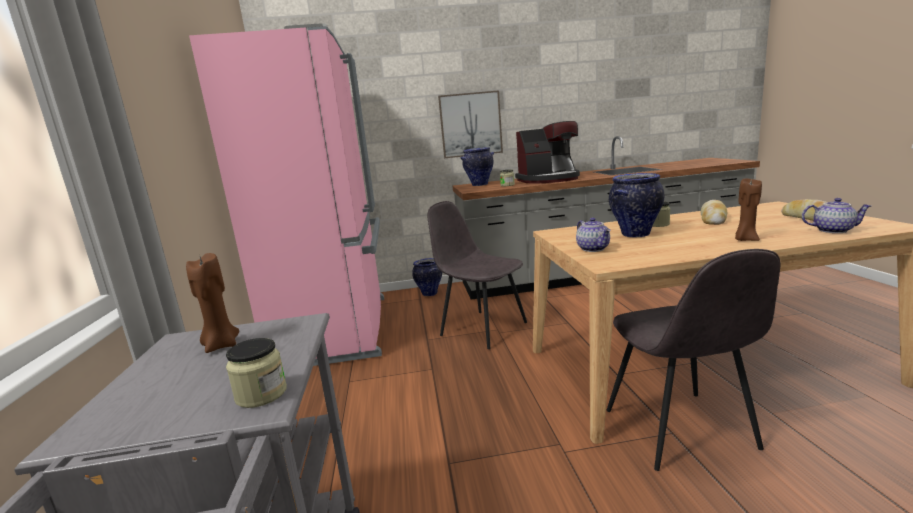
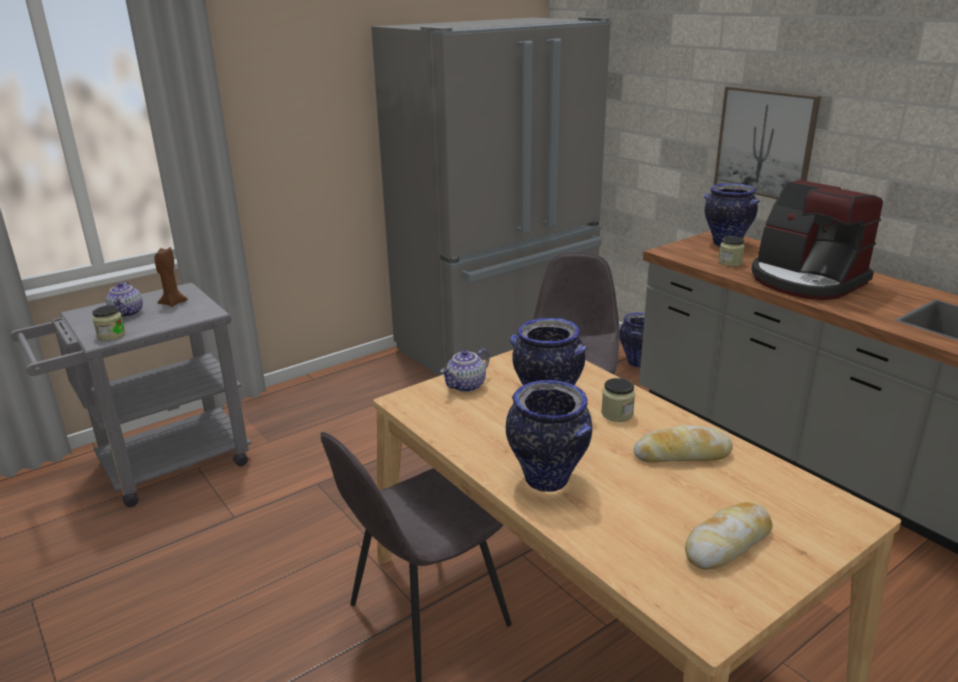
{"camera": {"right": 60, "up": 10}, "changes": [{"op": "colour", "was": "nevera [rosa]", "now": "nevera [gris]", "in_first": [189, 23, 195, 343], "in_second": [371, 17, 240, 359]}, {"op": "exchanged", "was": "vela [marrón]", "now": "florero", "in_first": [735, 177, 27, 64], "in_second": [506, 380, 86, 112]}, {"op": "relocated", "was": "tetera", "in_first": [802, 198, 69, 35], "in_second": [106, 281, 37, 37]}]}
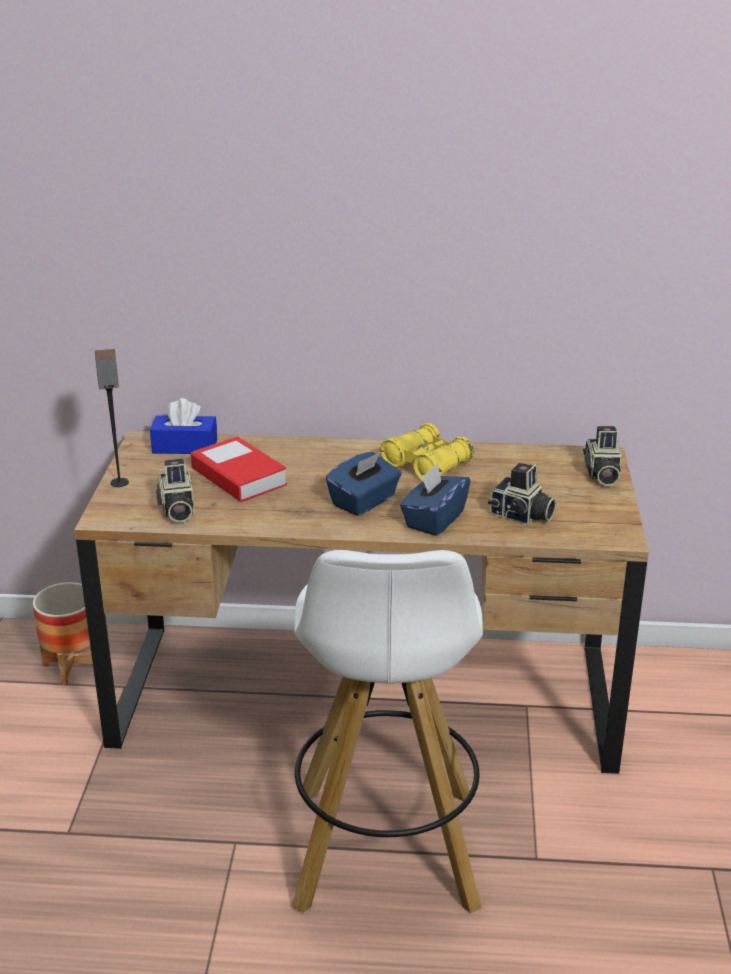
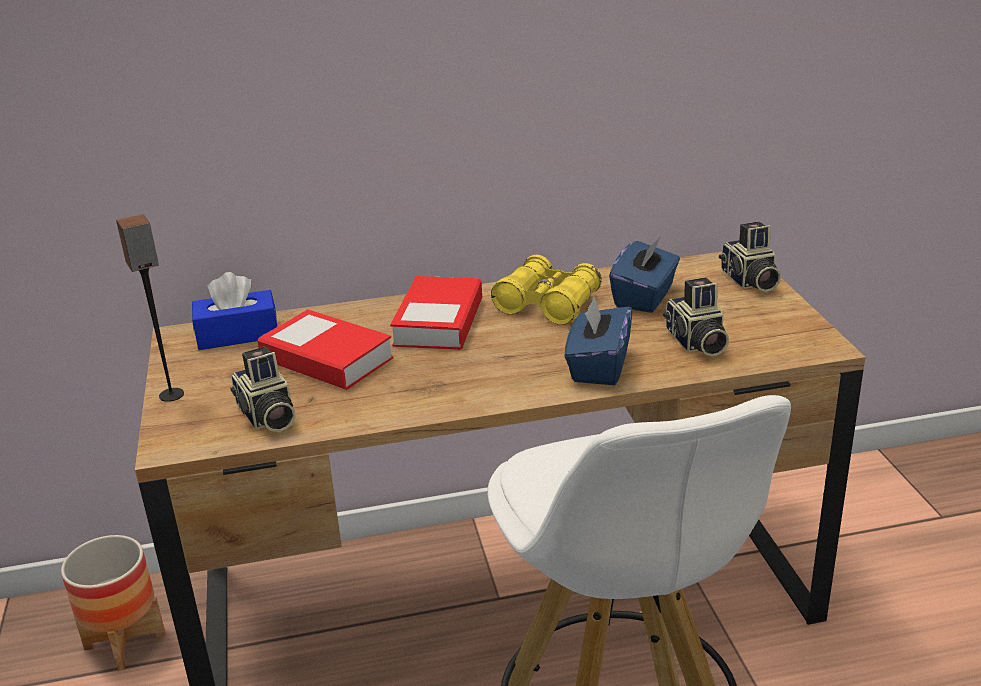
{"camera": {"right": -15, "up": 0}, "changes": [{"op": "relocated", "was": "caja de pañuelos [azul]", "in_first": [326, 452, 75, 64], "in_second": [609, 236, 71, 77]}, {"op": "spun", "was": "cámara", "in_first": [488, 463, 68, 61], "in_second": [663, 278, 66, 79], "clockwise": 60}, {"op": "appeared", "now": "libro", "in_second": [390, 276, 92, 74]}]}
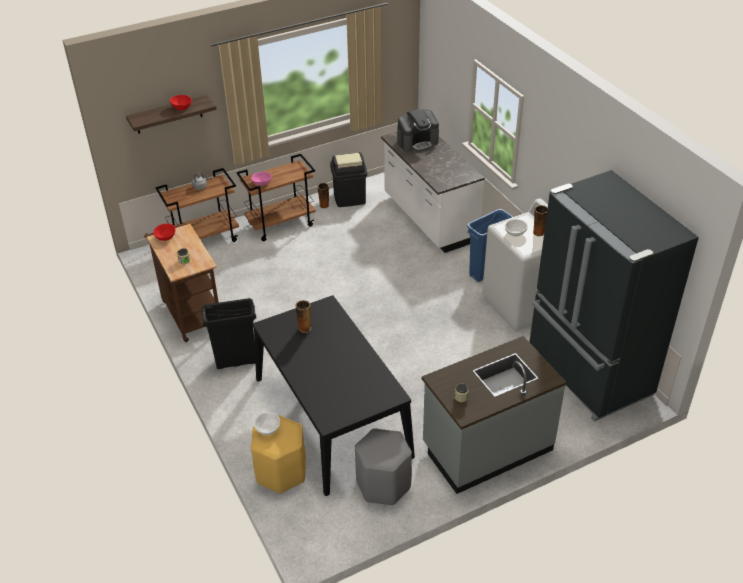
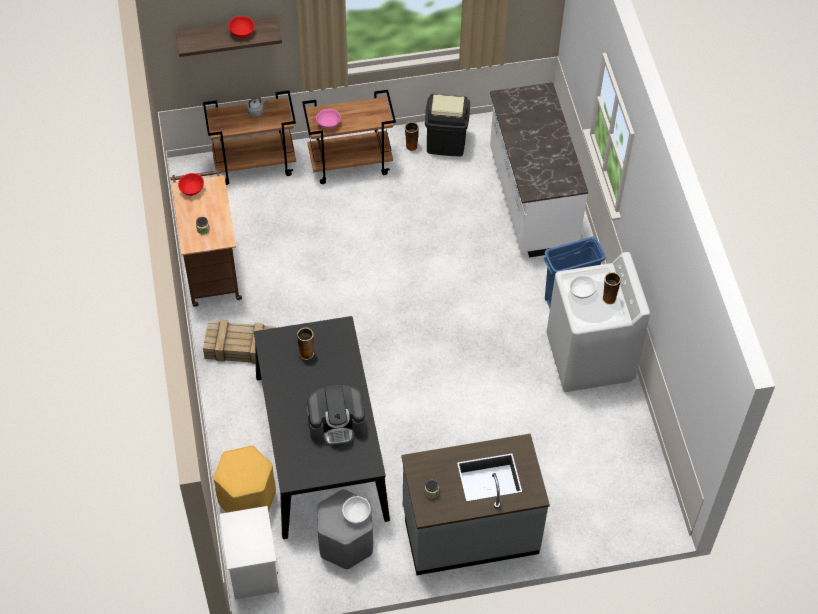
{"camera": {"right": 15, "up": 15}, "changes": [{"op": "exchanged", "was": "papelera [negro]", "now": "caja de embalaje", "in_first": [202, 298, 55, 71], "in_second": [203, 320, 73, 44]}, {"op": "relocated", "was": "cuenco [blanco]", "in_first": [254, 412, 26, 23], "in_second": [342, 496, 28, 27]}, {"op": "relocated", "was": "cafetera", "in_first": [397, 109, 42, 43], "in_second": [307, 385, 59, 61]}, {"op": "missing", "was": "nevera [negro]", "in_first": [530, 170, 169, 252]}, {"op": "appeared", "now": "mesita de noche [blanco]", "in_second": [220, 506, 59, 93]}]}
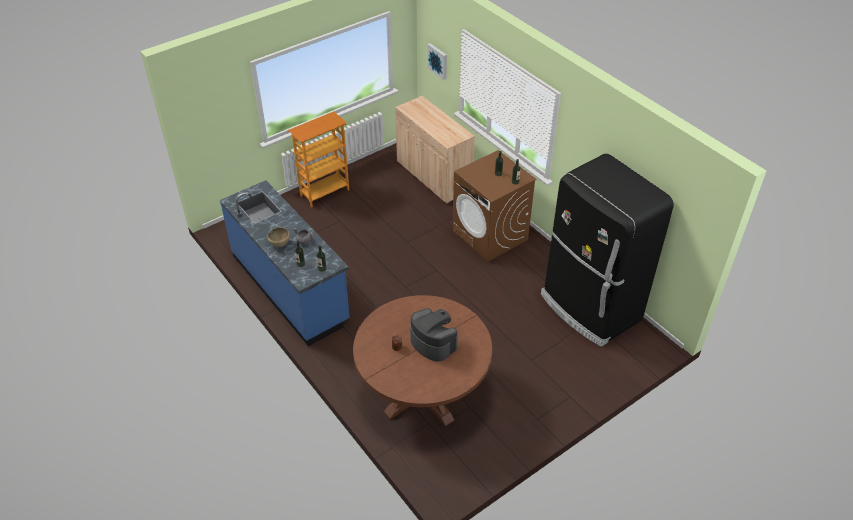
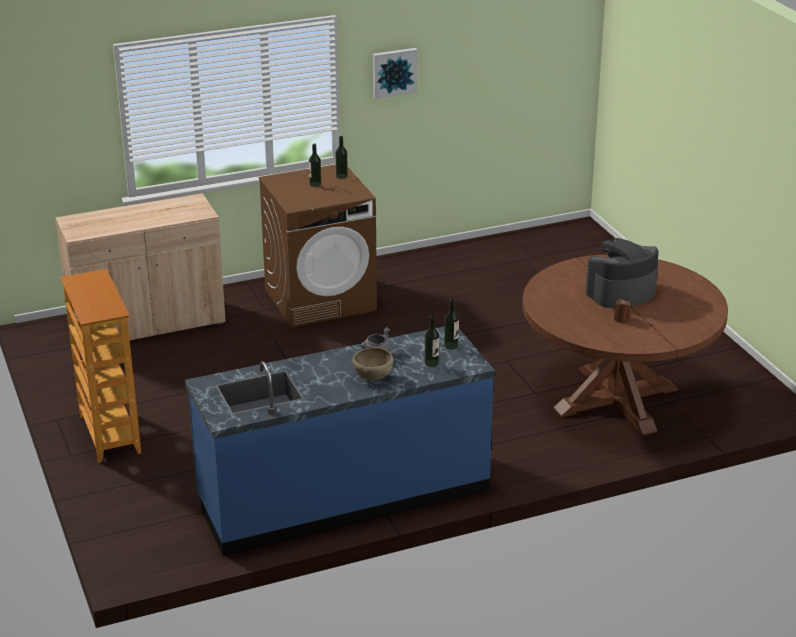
{"camera": {"right": -75, "up": -15}, "changes": [{"op": "relocated", "was": "cuadro", "in_first": [427, 43, 20, 37], "in_second": [373, 48, 44, 51]}, {"op": "missing", "was": "nevera [negro]", "in_first": [541, 154, 133, 193]}]}
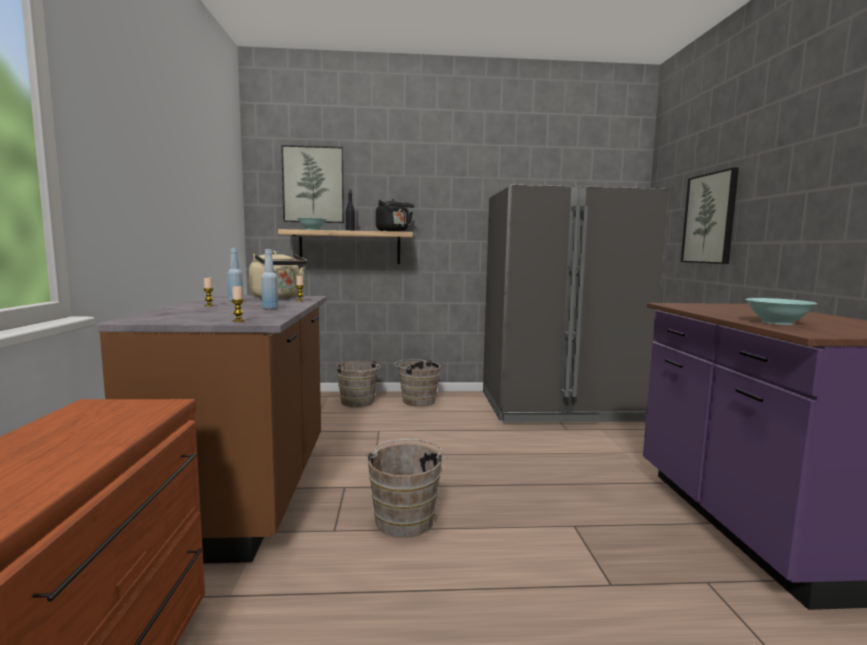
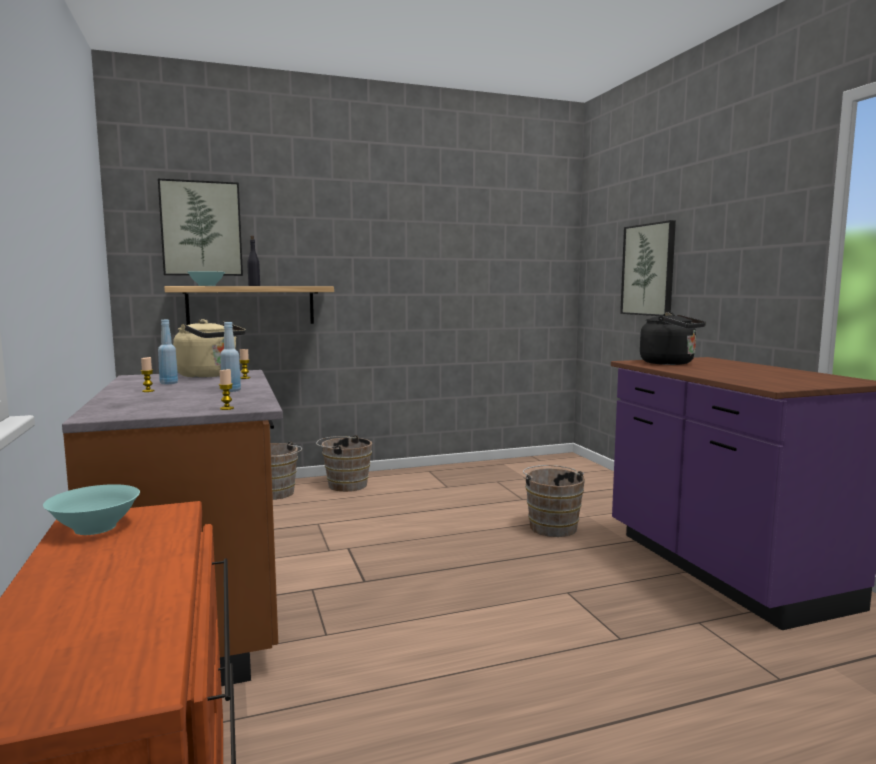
{"camera": {"right": -15, "up": 0}, "changes": [{"op": "relocated", "was": "cubo [marrón]", "in_first": [366, 439, 81, 99], "in_second": [523, 465, 62, 72]}, {"op": "relocated", "was": "hervidor [negro]", "in_first": [376, 199, 38, 33], "in_second": [640, 312, 66, 53]}, {"op": "missing", "was": "nevera [gris]", "in_first": [483, 185, 187, 237]}, {"op": "relocated", "was": "cuenco [turquesa]", "in_first": [746, 298, 71, 27], "in_second": [43, 484, 97, 51]}]}
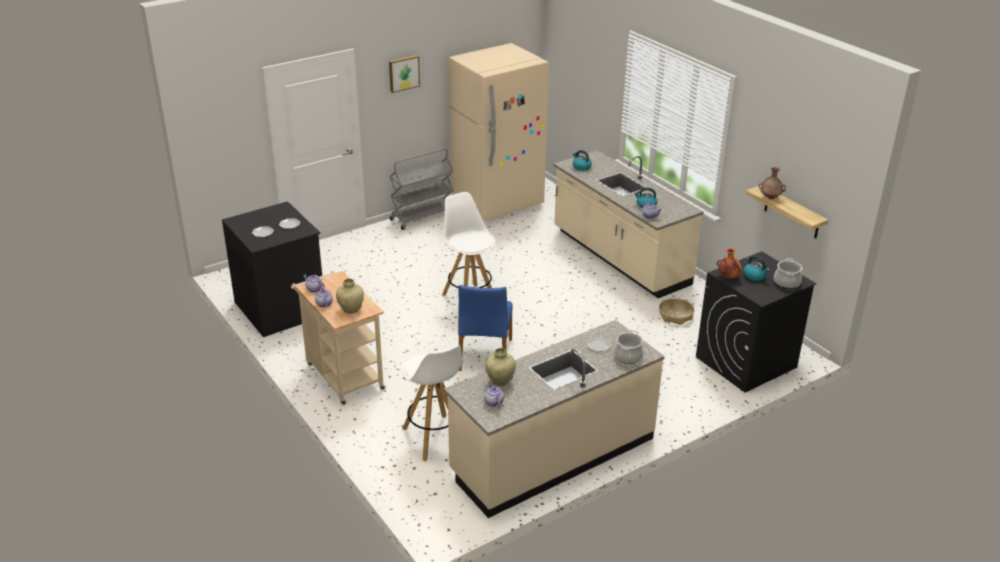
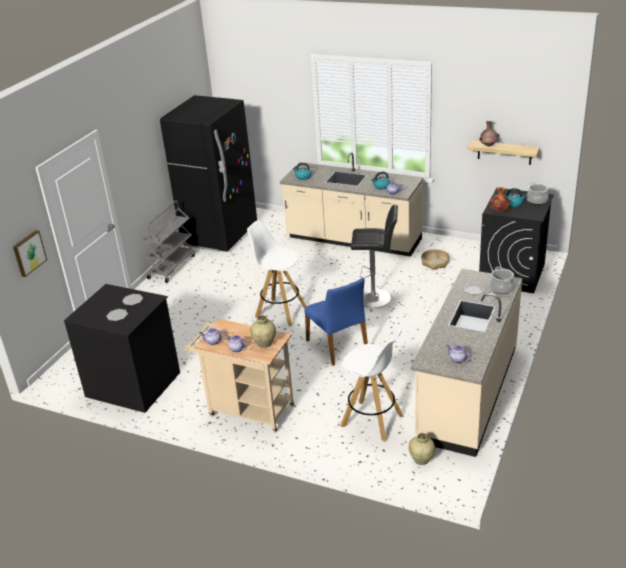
{"camera": {"right": -30, "up": 0}, "changes": [{"op": "relocated", "was": "cuadro", "in_first": [389, 55, 31, 38], "in_second": [13, 230, 34, 47]}, {"op": "colour", "was": "nevera [beis]", "now": "nevera [negro]", "in_first": [449, 43, 100, 178], "in_second": [160, 95, 97, 157]}, {"op": "relocated", "was": "florero [beis]", "in_first": [485, 348, 31, 38], "in_second": [409, 433, 26, 32]}, {"op": "appeared", "now": "taburete [negro]", "in_second": [351, 204, 47, 104]}]}
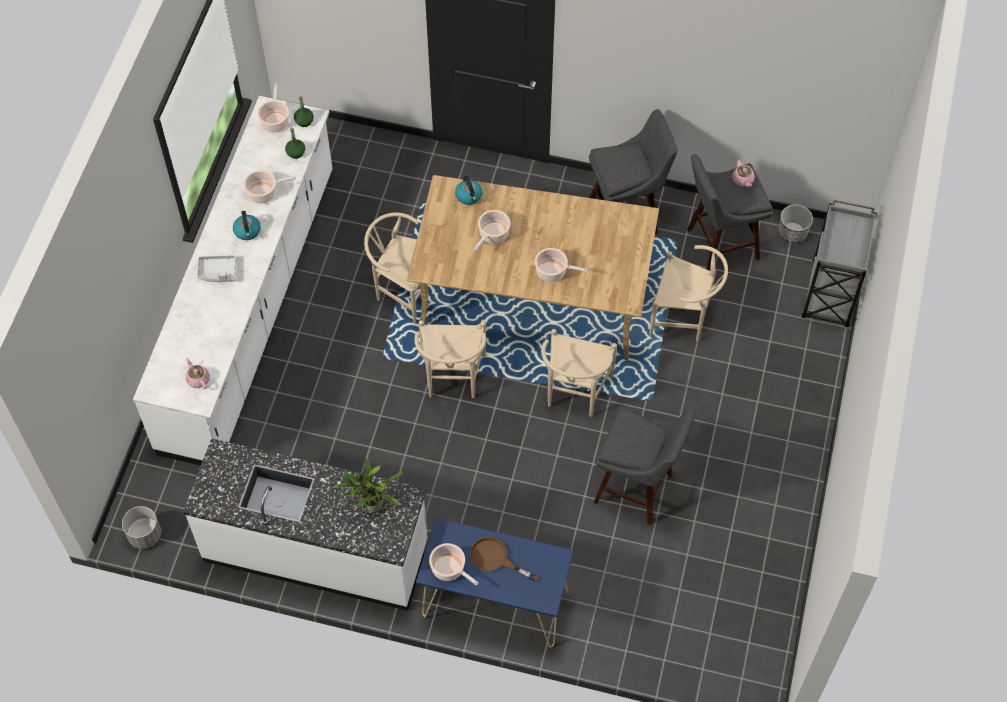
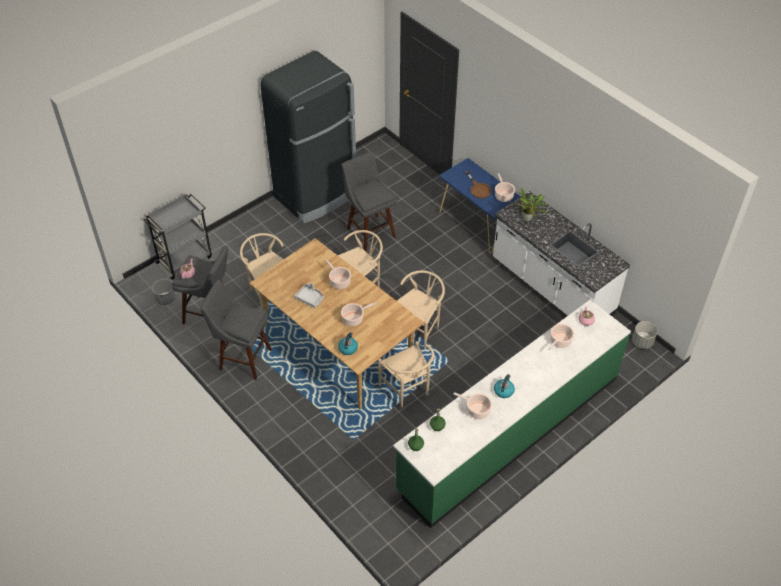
{"camera": {"right": -145, "up": -10}, "changes": [{"op": "colour", "was": "mueble bajo de cocina [blanco]", "now": "mueble bajo de cocina [verde]", "in_first": [133, 96, 200, 370], "in_second": [393, 300, 238, 228]}, {"op": "relocated", "was": "bandeja [gris]", "in_first": [197, 255, 39, 27], "in_second": [295, 283, 29, 25]}, {"op": "relocated", "was": "olla", "in_first": [257, 84, 32, 49], "in_second": [548, 324, 26, 26]}, {"op": "appeared", "now": "nevera [negro]", "in_second": [261, 51, 95, 172]}]}
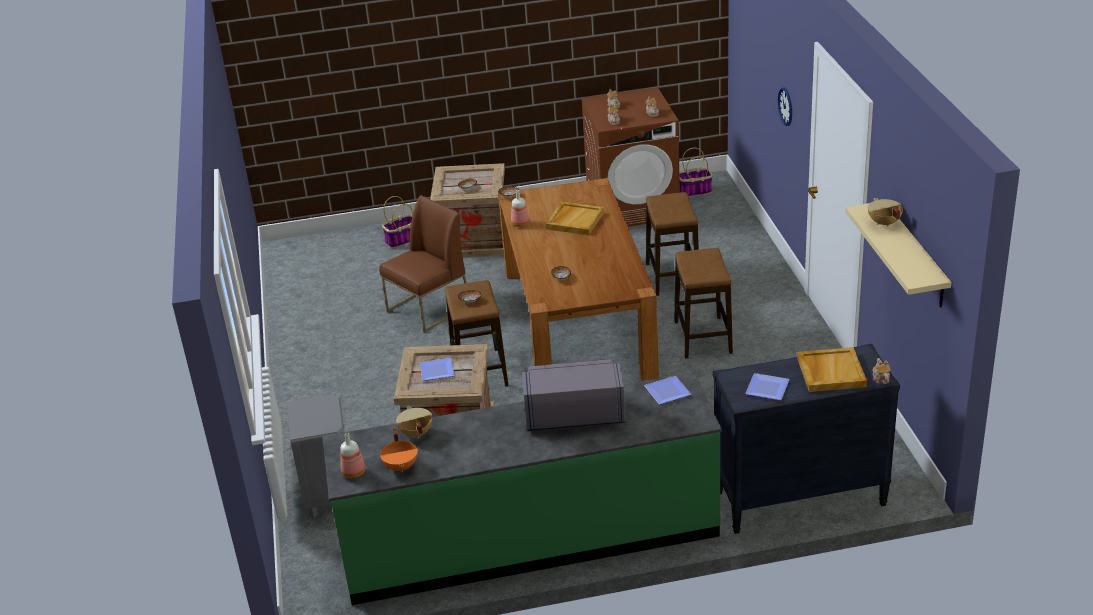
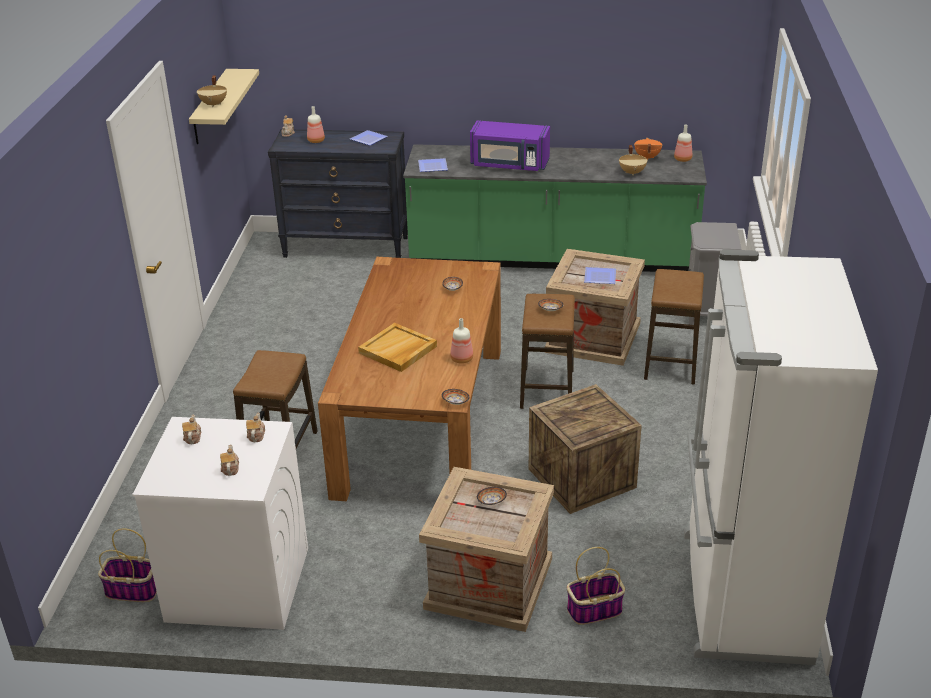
{"camera": {"right": -165, "up": 0}, "changes": [{"op": "exchanged", "was": "silla [marrón]", "now": "caja de embalaje", "in_first": [379, 195, 88, 137], "in_second": [529, 384, 113, 130]}, {"op": "colour", "was": "microondas [gris]", "now": "microondas [morado]", "in_first": [522, 359, 103, 72], "in_second": [470, 120, 80, 51]}, {"op": "colour", "was": "lavadora [marrón]", "now": "lavadora [blanco]", "in_first": [581, 87, 99, 140], "in_second": [132, 417, 176, 213]}, {"op": "relocated", "was": "taburete", "in_first": [674, 248, 59, 111], "in_second": [644, 269, 60, 116]}, {"op": "missing", "was": "reloj de pared", "in_first": [778, 88, 14, 38]}, {"op": "exchanged", "was": "bandeja [beis]", "now": "botella", "in_first": [797, 347, 70, 45], "in_second": [307, 106, 18, 37]}, {"op": "appeared", "now": "nevera [blanco]", "in_second": [684, 250, 194, 415]}]}
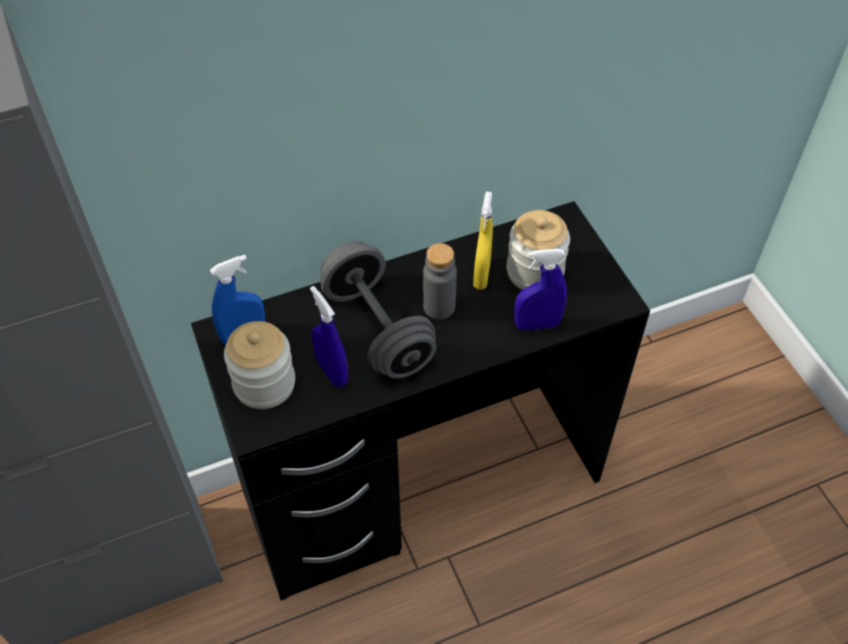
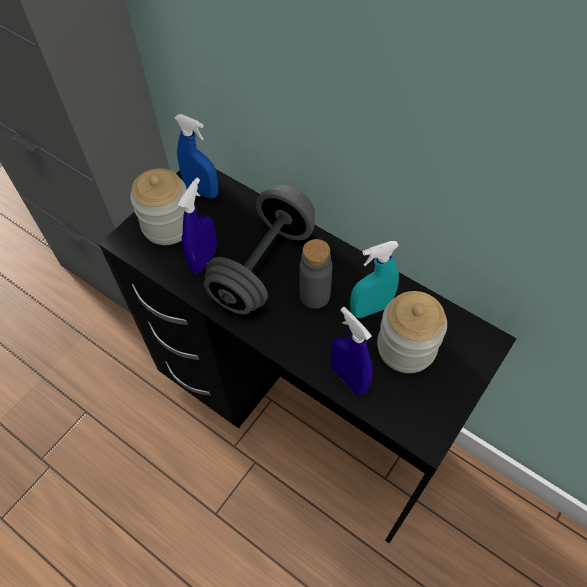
{"camera": {"right": 60, "up": 5}, "changes": [{"op": "colour", "was": "pulverizador [amarillo]", "now": "pulverizador [turquesa]", "in_first": [473, 192, 20, 98], "in_second": [350, 241, 49, 77]}]}
